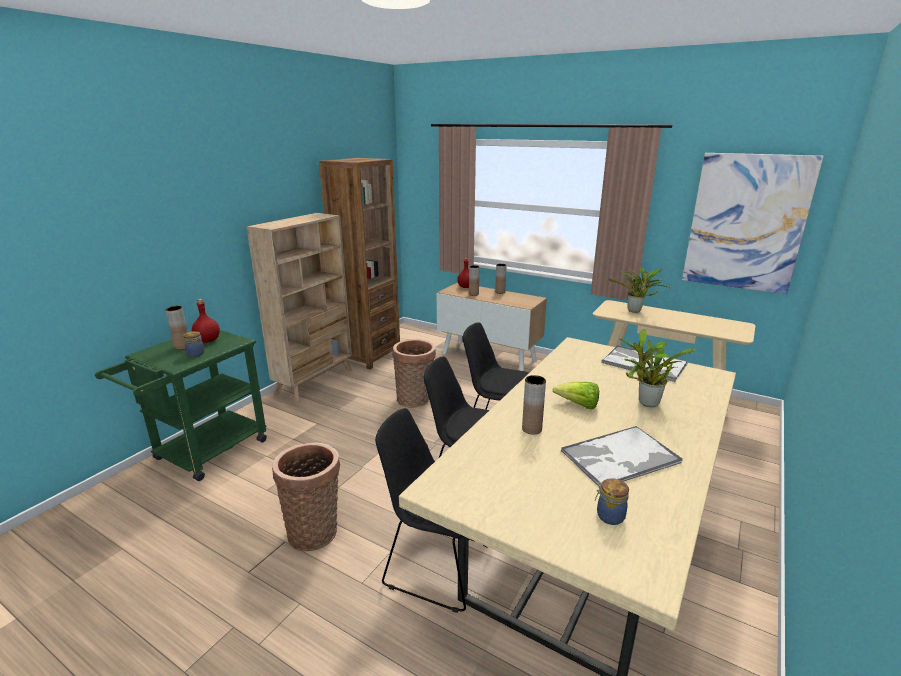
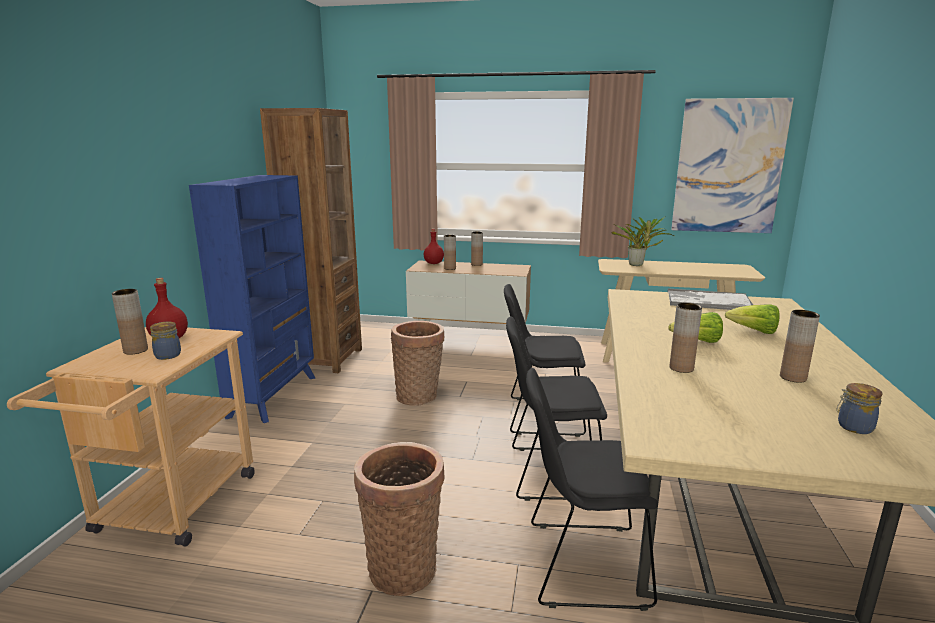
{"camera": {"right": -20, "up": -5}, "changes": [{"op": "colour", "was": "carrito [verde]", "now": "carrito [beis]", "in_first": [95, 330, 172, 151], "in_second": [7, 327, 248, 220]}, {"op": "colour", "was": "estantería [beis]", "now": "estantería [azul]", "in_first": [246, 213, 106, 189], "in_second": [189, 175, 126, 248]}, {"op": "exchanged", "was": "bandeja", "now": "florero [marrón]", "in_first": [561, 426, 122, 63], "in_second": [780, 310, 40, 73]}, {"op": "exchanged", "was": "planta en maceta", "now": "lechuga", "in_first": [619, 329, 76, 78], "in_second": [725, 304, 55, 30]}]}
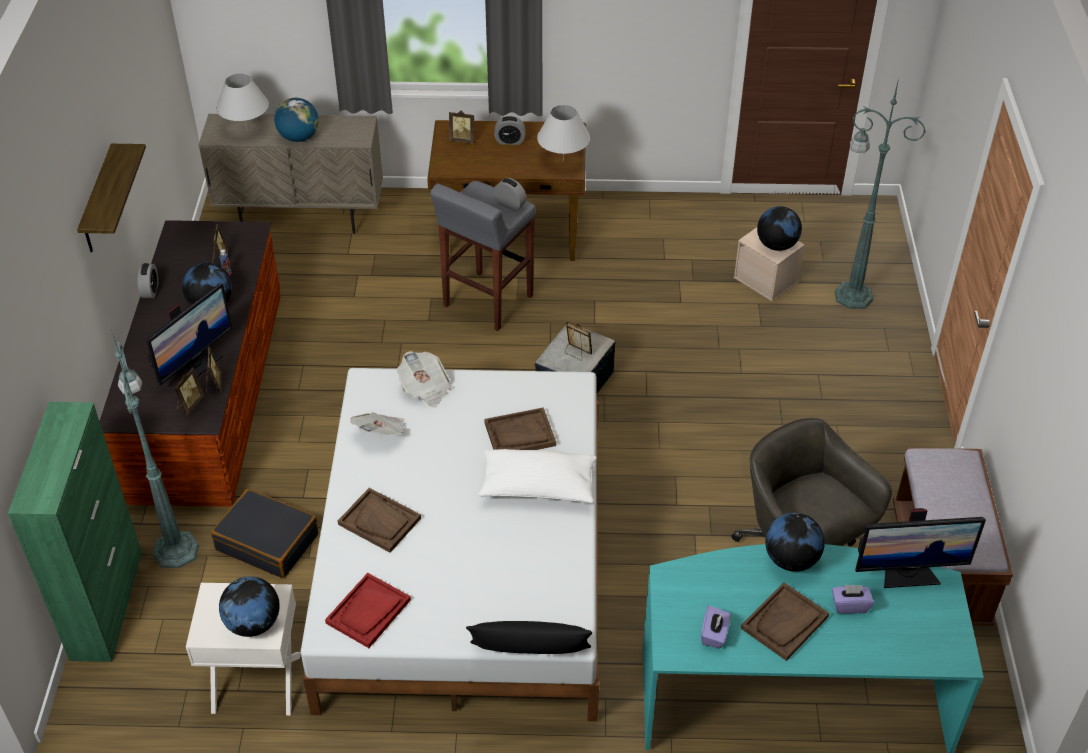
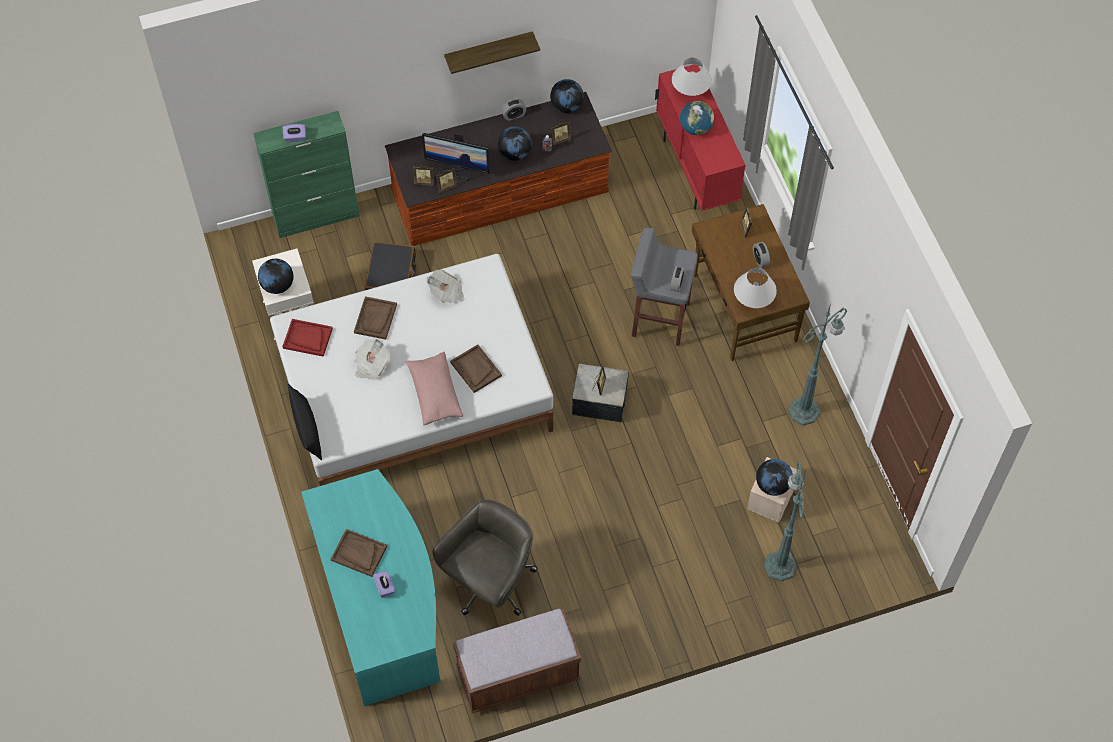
{"camera": {"right": 70, "up": 15}, "changes": [{"op": "relocated", "was": "lámpara de pie [verde]", "in_first": [111, 330, 88, 238], "in_second": [788, 303, 59, 123]}, {"op": "colour", "was": "armario [beis]", "now": "armario [rojo]", "in_first": [198, 114, 185, 120], "in_second": [655, 64, 91, 147]}, {"op": "relocated", "was": "periódico", "in_first": [397, 351, 55, 56], "in_second": [355, 339, 35, 41]}, {"op": "colour", "was": "cojín [blanco]", "now": "cojín [rosa]", "in_first": [478, 449, 119, 54], "in_second": [406, 352, 57, 74]}, {"op": "relocated", "was": "caja de pañuelos [morado]", "in_first": [701, 605, 29, 43], "in_second": [282, 124, 24, 18]}, {"op": "relocated", "was": "globo terráqueo", "in_first": [765, 513, 60, 59], "in_second": [550, 79, 34, 34]}, {"op": "missing", "was": "monitor", "in_first": [855, 508, 131, 80]}]}
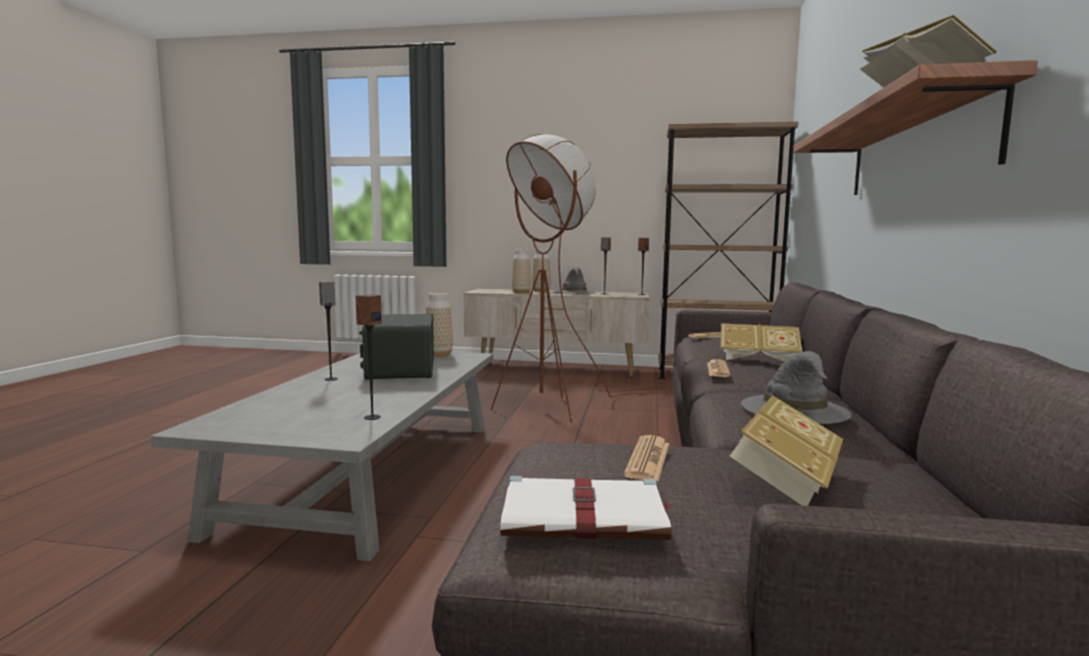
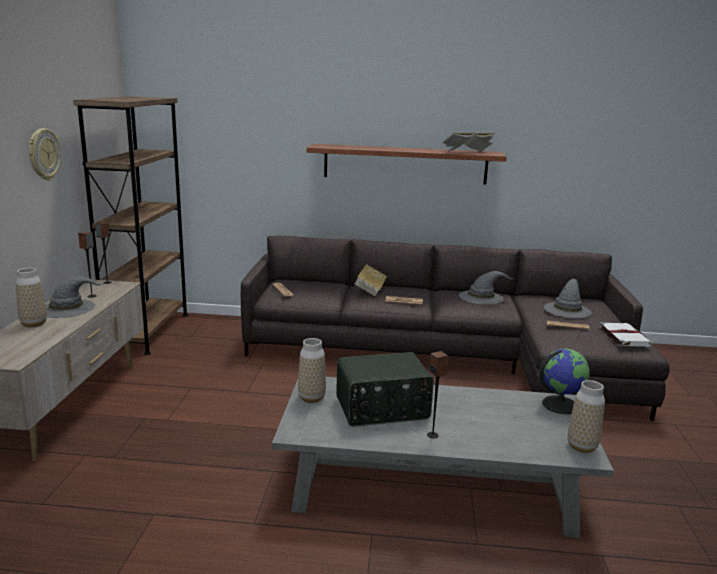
{"camera": {"right": -95, "up": 10}, "changes": [{"op": "missing", "was": "altavoz", "in_first": [356, 294, 26, 126]}, {"op": "missing", "was": "lámpara de pie [marrón]", "in_first": [491, 134, 183, 288]}, {"op": "relocated", "was": "florero", "in_first": [512, 250, 19, 43], "in_second": [568, 380, 37, 73]}, {"op": "exchanged", "was": "libro", "now": "sombrero [gris]", "in_first": [730, 395, 113, 111], "in_second": [544, 279, 48, 39]}, {"op": "appeared", "now": "reloj de pared", "in_second": [29, 128, 32, 52]}, {"op": "appeared", "now": "globo terráqueo", "in_second": [539, 349, 51, 65]}]}
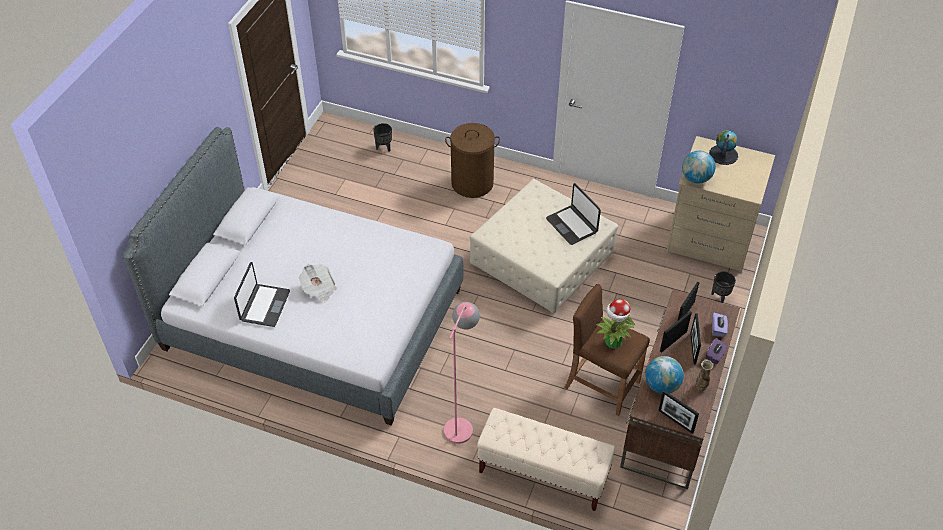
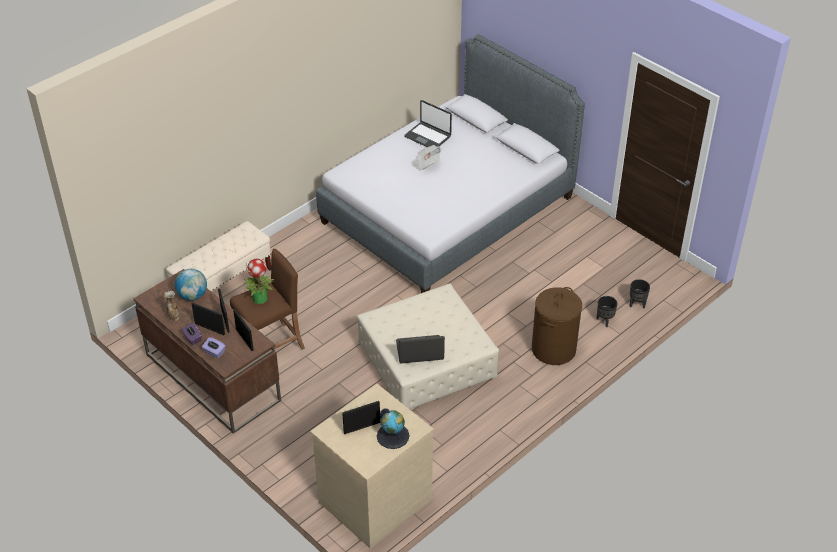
{"camera": {"right": 115, "up": -5}, "changes": [{"op": "missing", "was": "lámpara de pie [rosa]", "in_first": [444, 302, 36, 142]}, {"op": "relocated", "was": "portarretratos", "in_first": [658, 390, 41, 44], "in_second": [342, 401, 38, 33]}, {"op": "missing", "was": "globo terráqueo", "in_first": [682, 151, 33, 32]}, {"op": "relocated", "was": "maceta [negro]", "in_first": [711, 271, 25, 32], "in_second": [597, 296, 20, 31]}]}
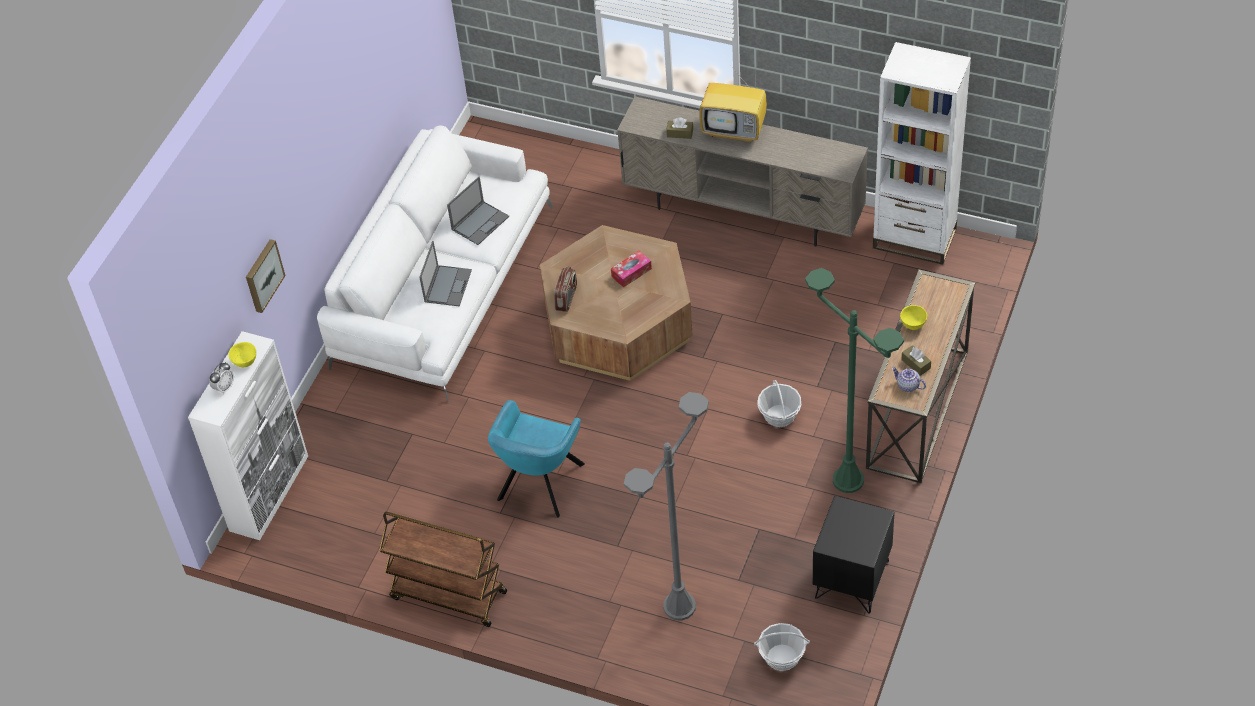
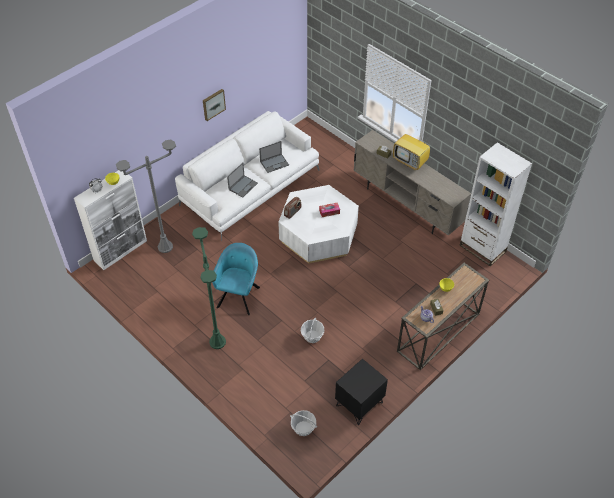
{"camera": {"right": 20, "up": 0}, "changes": [{"op": "relocated", "was": "cuadro", "in_first": [246, 239, 40, 74], "in_second": [203, 89, 23, 32]}, {"op": "missing", "was": "carrito [marrón]", "in_first": [379, 512, 128, 115]}, {"op": "spun", "was": "sillón [turquesa]", "in_first": [488, 400, 97, 118], "in_second": [212, 243, 48, 72], "clockwise": 150}, {"op": "colour", "was": "mesa de centro [marrón]", "now": "mesa de centro [blanco]", "in_first": [540, 225, 153, 156], "in_second": [278, 185, 81, 79]}, {"op": "relocated", "was": "lámpara de pie [gris]", "in_first": [624, 392, 85, 228], "in_second": [116, 139, 60, 114]}, {"op": "relocated", "was": "cesta", "in_first": [757, 380, 44, 47], "in_second": [301, 318, 23, 25]}, {"op": "relocated", "was": "lámpara de pie [verde]", "in_first": [805, 268, 99, 225], "in_second": [192, 227, 34, 122]}]}
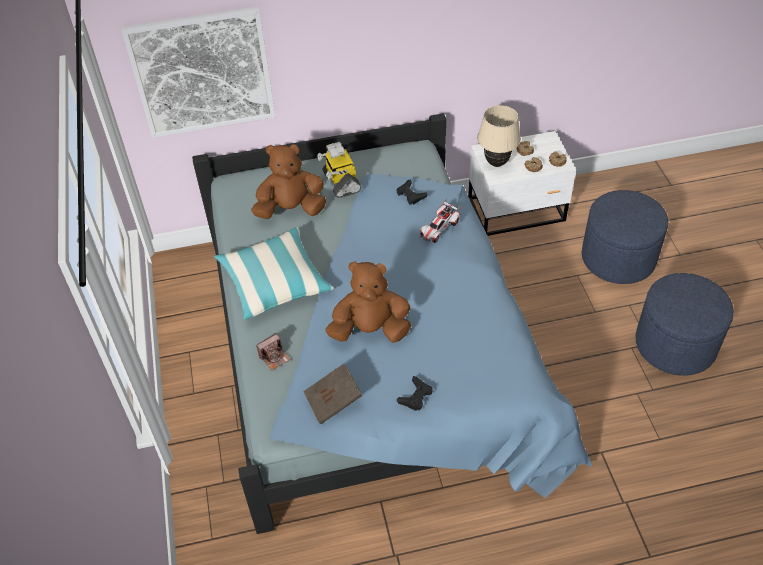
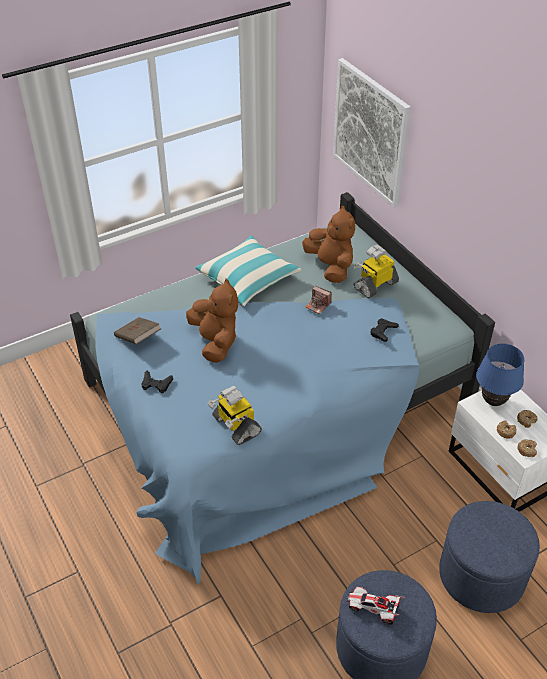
{"camera": {"right": 70, "up": -5}, "changes": [{"op": "relocated", "was": "cámara", "in_first": [256, 333, 34, 37], "in_second": [305, 286, 27, 28]}, {"op": "relocated", "was": "coche de juguete", "in_first": [420, 198, 41, 45], "in_second": [346, 587, 59, 38]}, {"op": "colour", "was": "lámpara de mesa [beis]", "now": "lámpara de mesa [azul]", "in_first": [477, 105, 44, 62], "in_second": [476, 343, 49, 63]}, {"op": "appeared", "now": "robot de juguete", "in_second": [208, 385, 54, 60]}]}
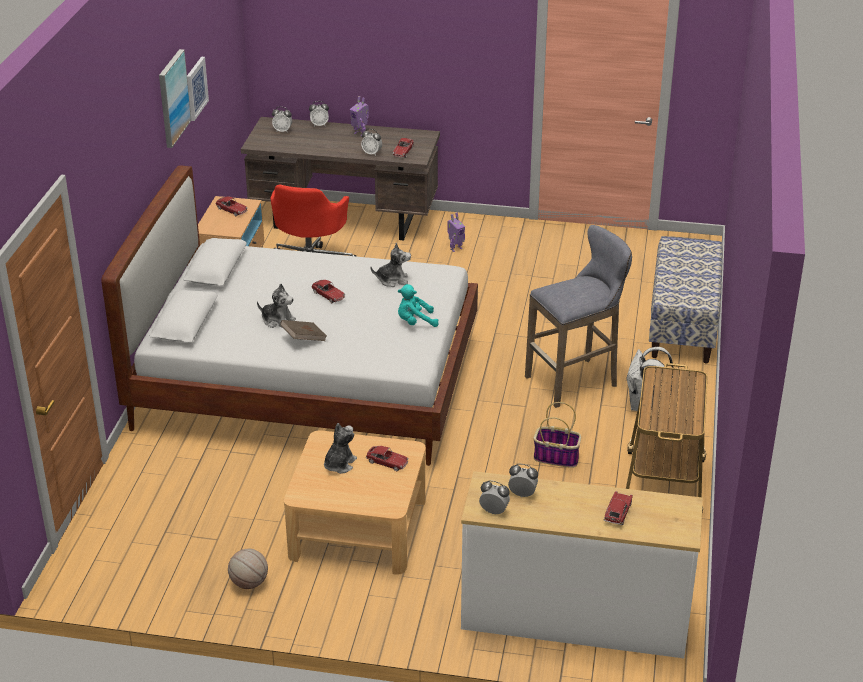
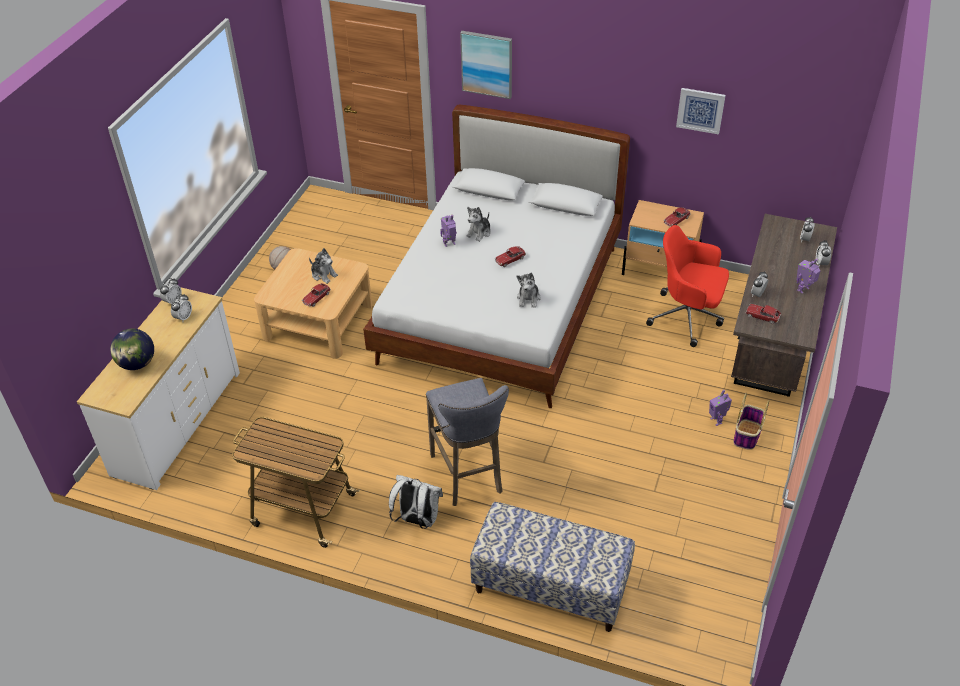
{"camera": {"right": 100, "up": 10}, "changes": [{"op": "relocated", "was": "cuadro", "in_first": [159, 49, 33, 99], "in_second": [460, 31, 52, 68]}, {"op": "exchanged", "was": "libro [marrón]", "now": "robot de juguete", "in_first": [280, 320, 47, 21], "in_second": [440, 214, 17, 33]}, {"op": "missing", "was": "peluche [turquesa]", "in_first": [398, 284, 40, 43]}, {"op": "relocated", "was": "cesta", "in_first": [534, 402, 47, 66], "in_second": [733, 393, 36, 57]}, {"op": "exchanged", "was": "coche de juguete", "now": "globo terráqueo", "in_first": [604, 491, 29, 34], "in_second": [110, 328, 44, 42]}]}
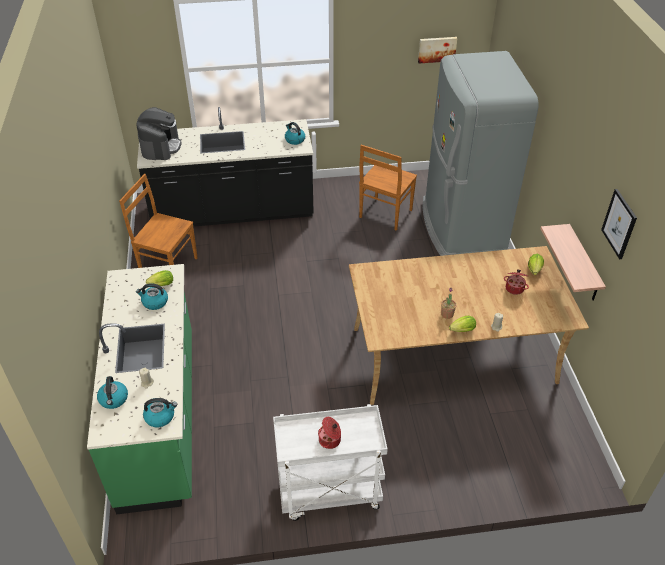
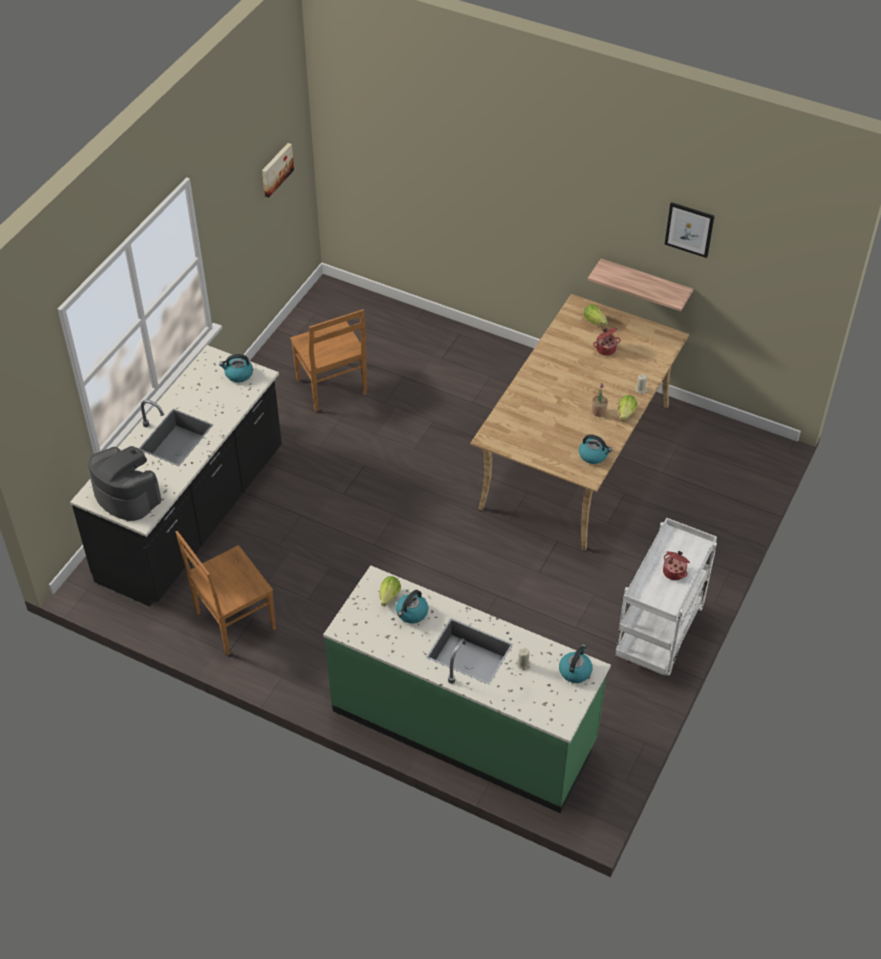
{"camera": {"right": -55, "up": 5}, "changes": [{"op": "relocated", "was": "hervidor", "in_first": [97, 376, 31, 33], "in_second": [579, 434, 33, 30]}, {"op": "missing", "was": "nevera [gris]", "in_first": [423, 51, 116, 205]}]}
